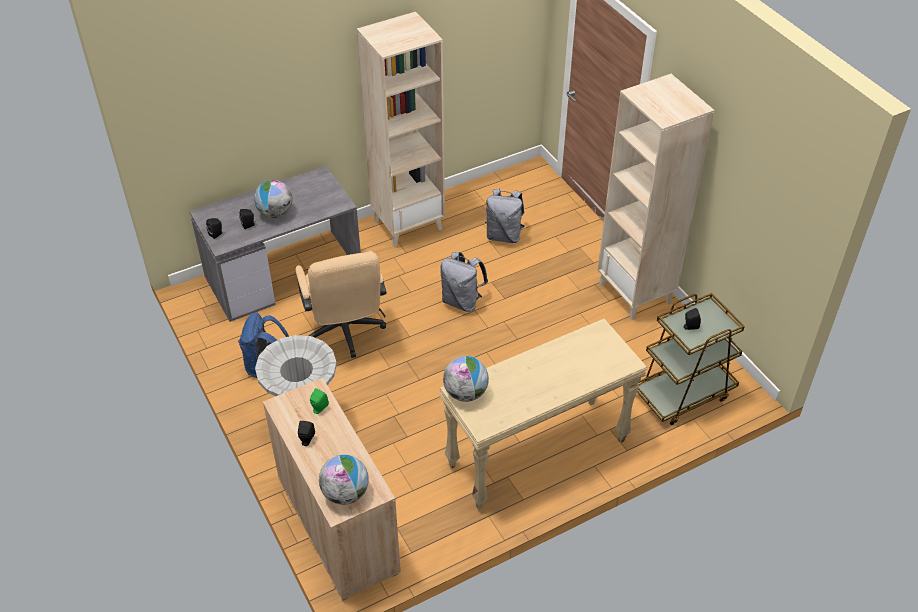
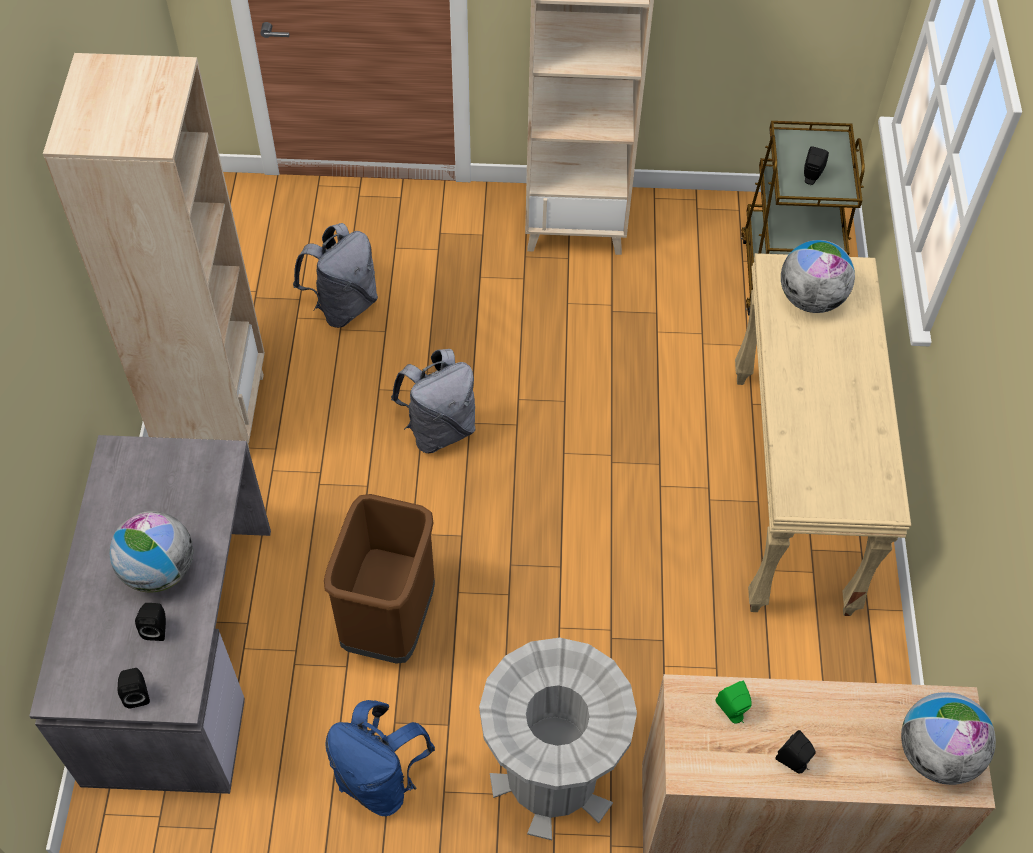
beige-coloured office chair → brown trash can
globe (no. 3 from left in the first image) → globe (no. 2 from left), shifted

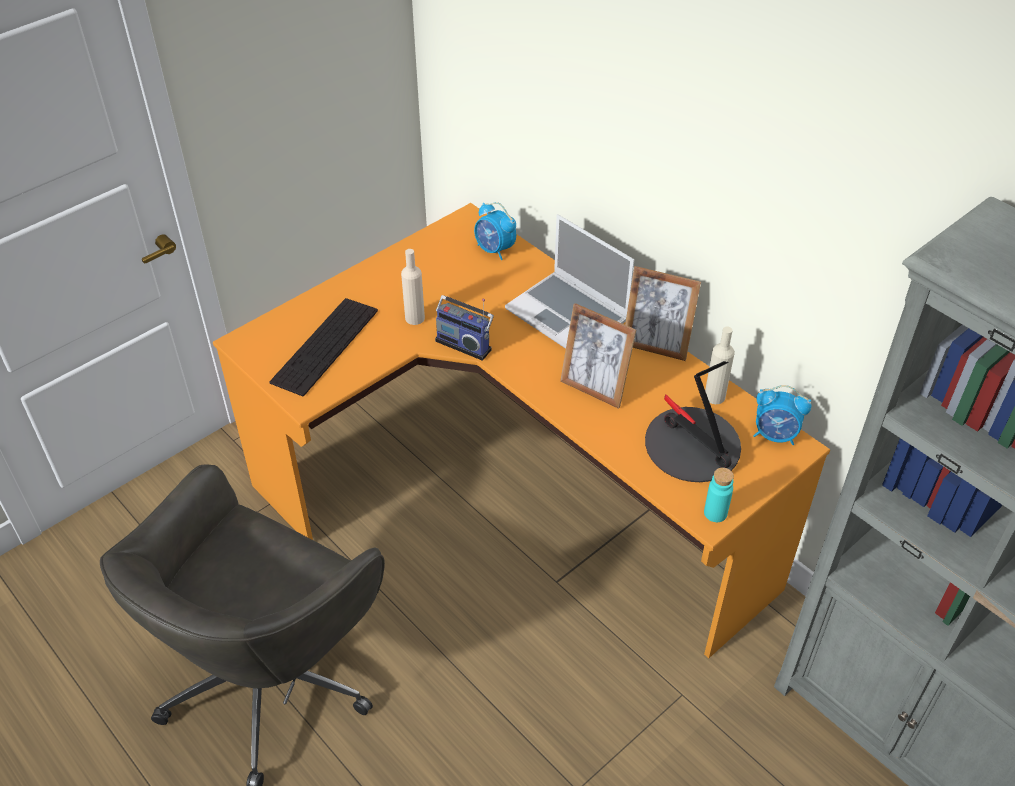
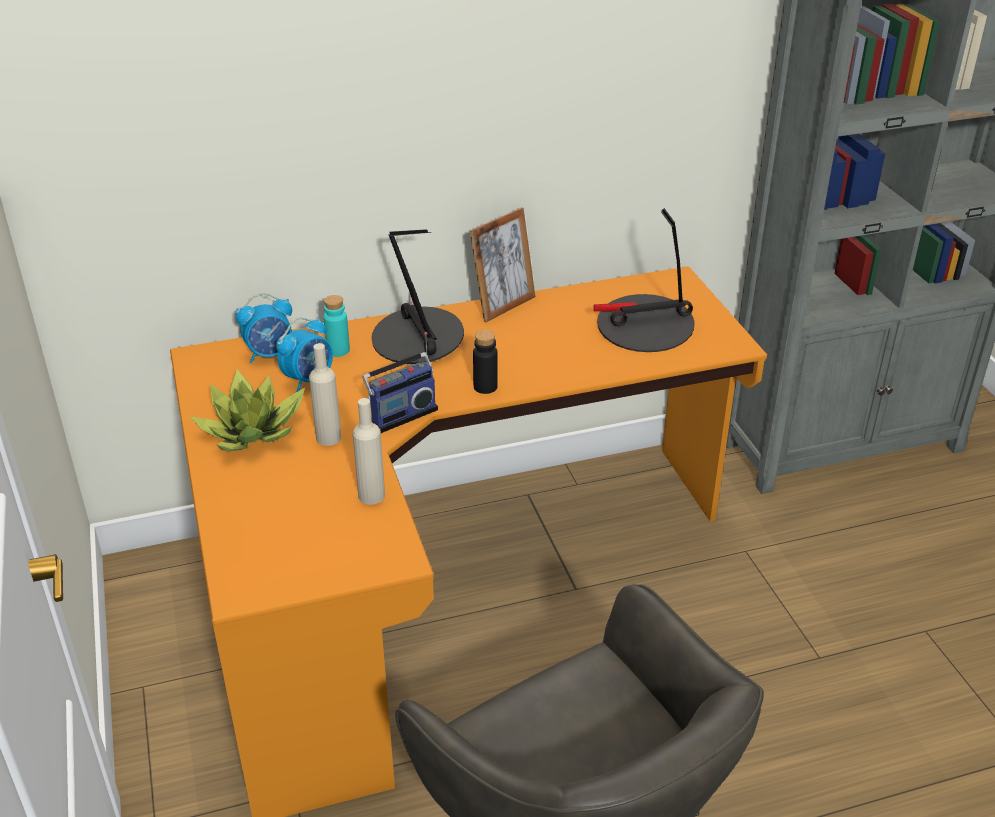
- → houseplant
alarm clock (no. 2 from left), shifted
blue-green beverage bottle, shifted
beige-coloured beverage bottle (no. 2 from left), shifted
laptop → table lamp (no. 1 from left)
- → blackish beverage bottle
keyboard → -
photo frame (no. 1 from left) → -

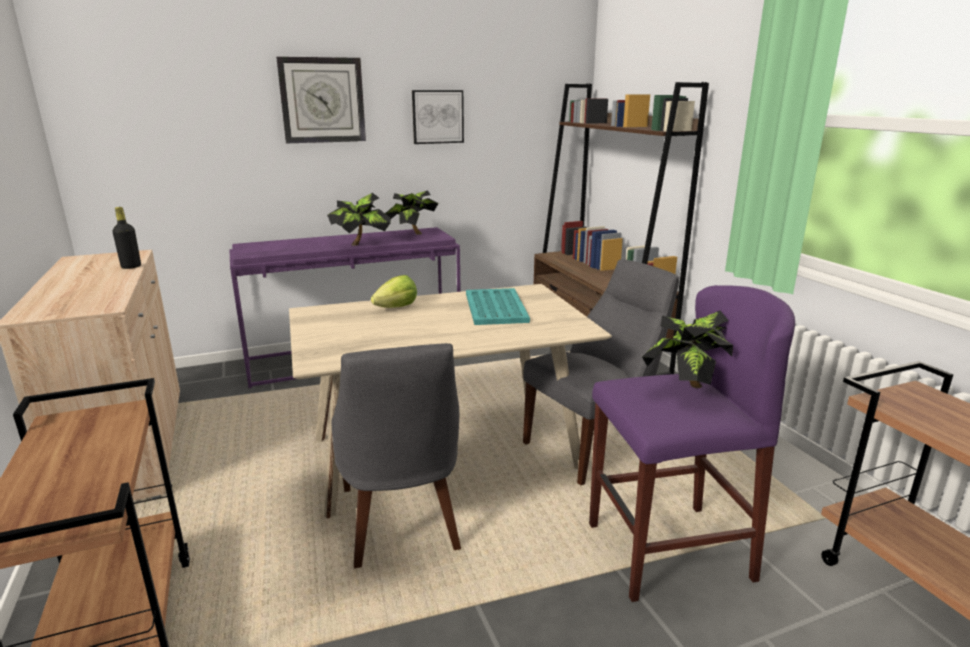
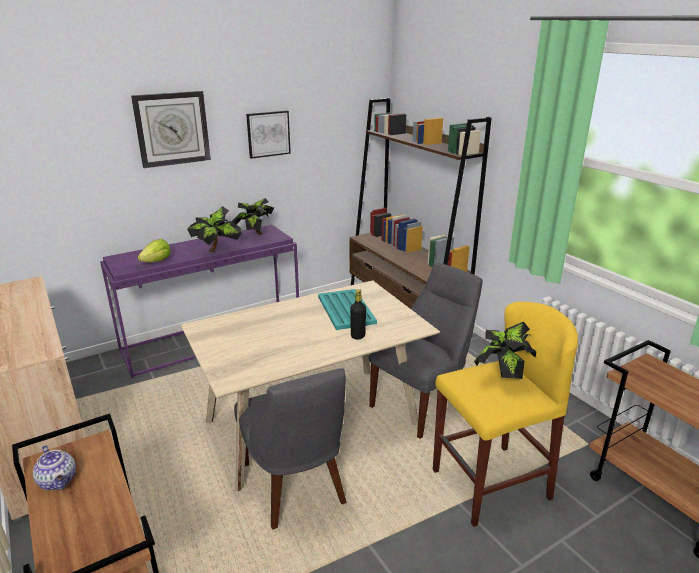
- → pot for tea
lettuce head, shifted
blackish beverage bottle, shifted
purple stool seat → yellow-coloured stool seat

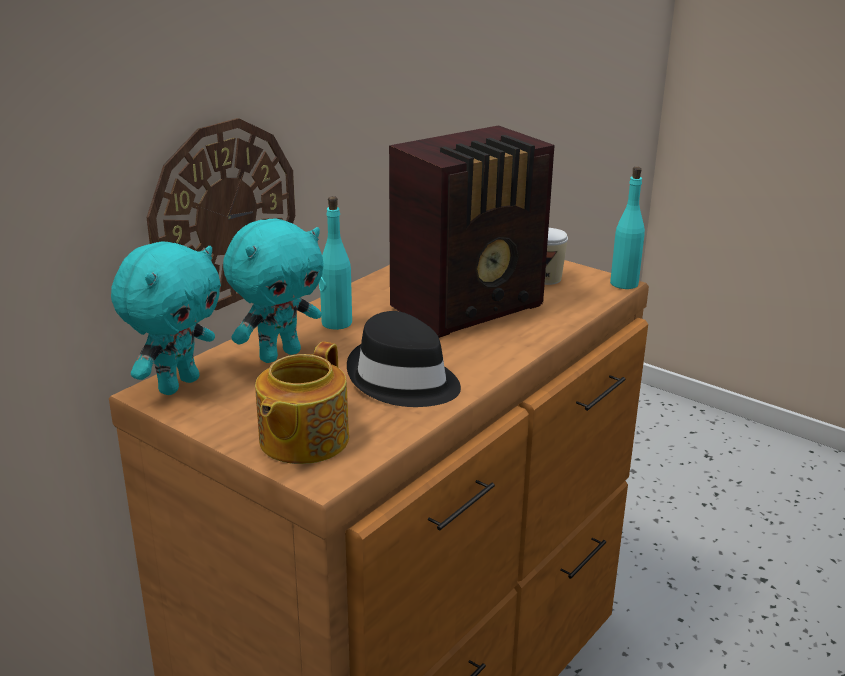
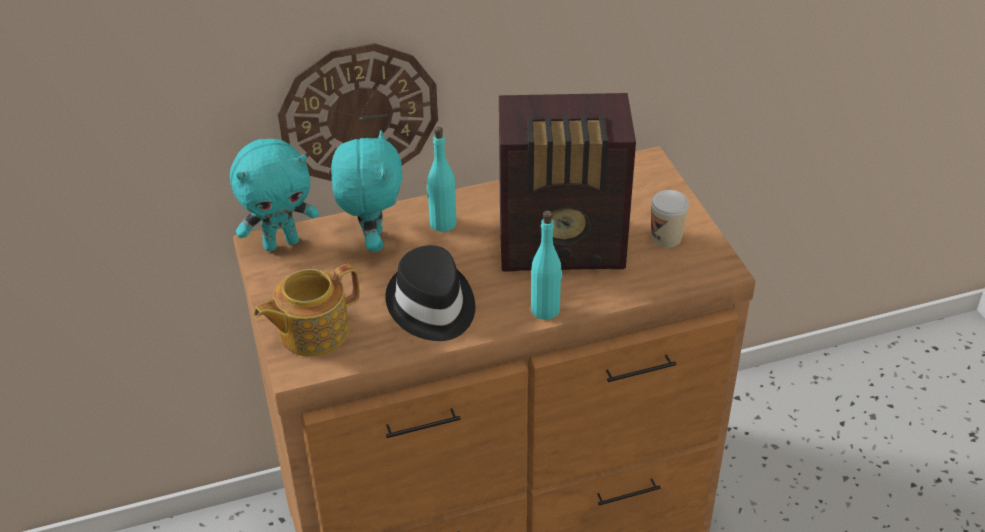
blue-green cuddly toy (no. 2 from left), 90 degrees counterclockwise
blue-green beverage bottle (no. 2 from left), shifted

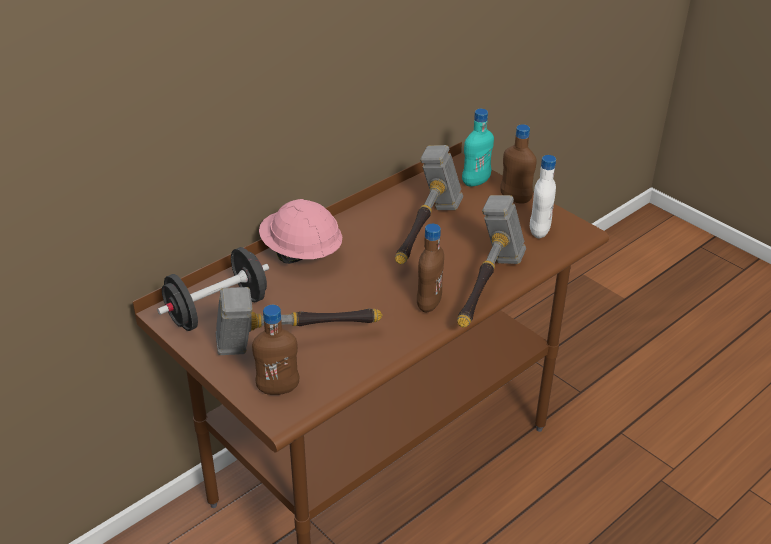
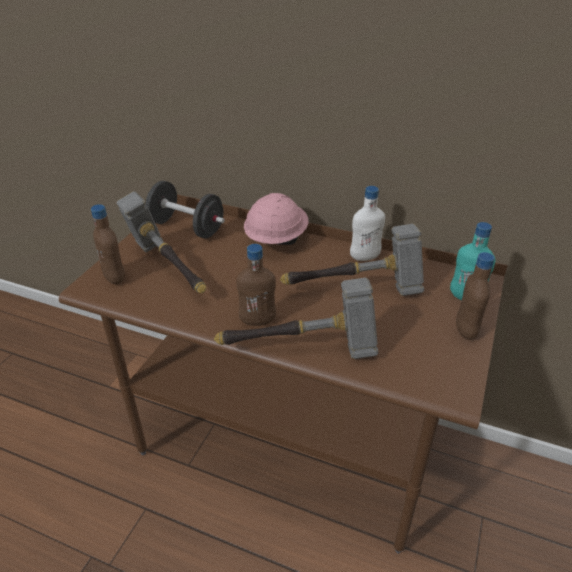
white-coloured beverage bottle, shifted

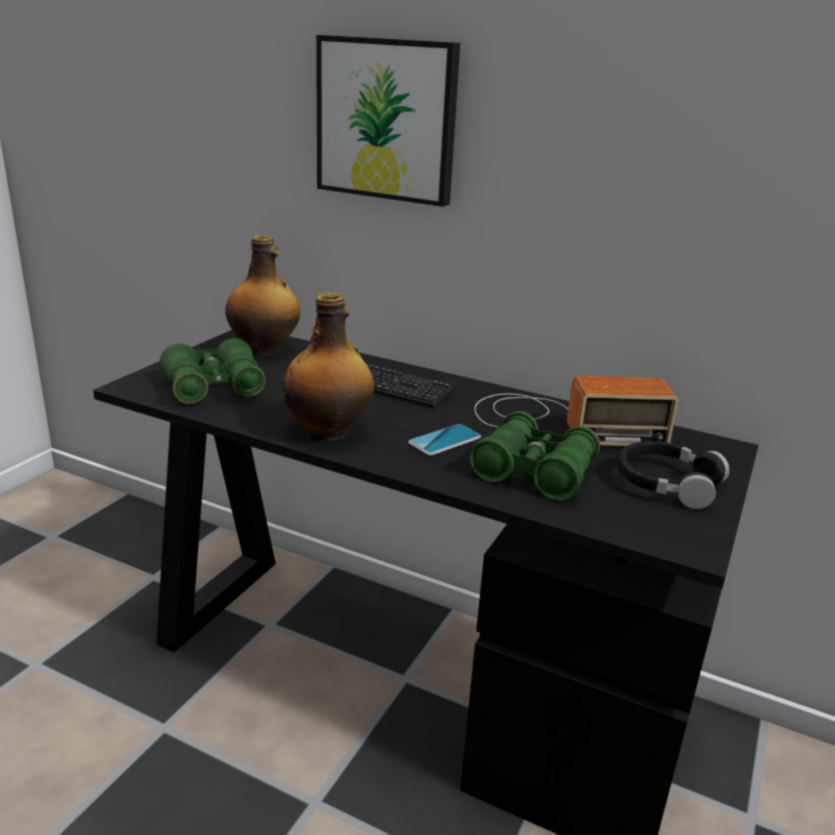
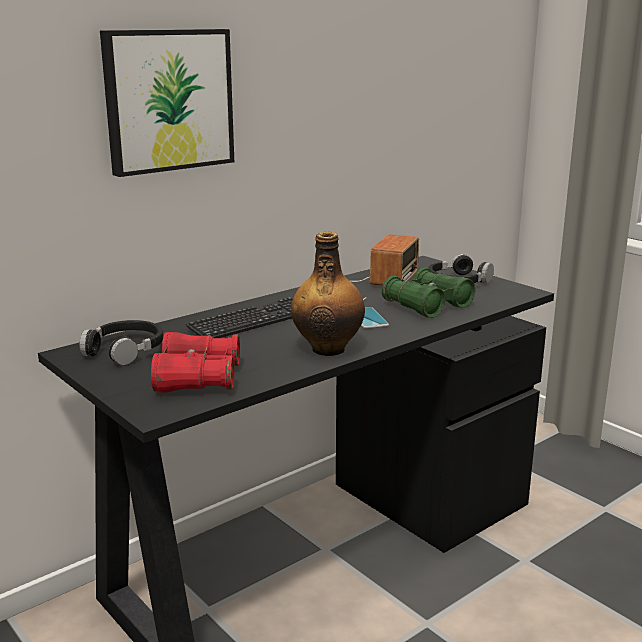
beverage bottle (no. 1 from left) → blackish headphones (no. 1 from left)
green-coloured pair of binoculars (no. 1 from left) → reddish pair of binoculars

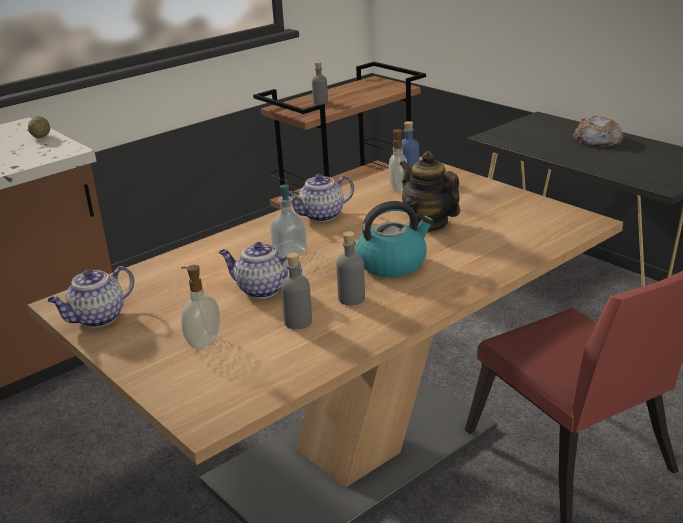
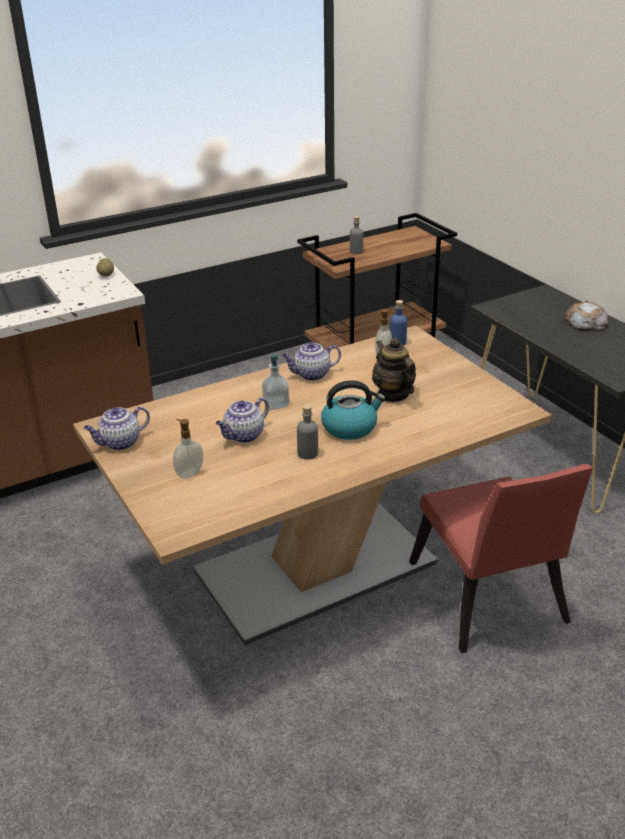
pot for tea (no. 2 from left), 75 degrees counterclockwise
gray beverage bottle (no. 1 from left) → -

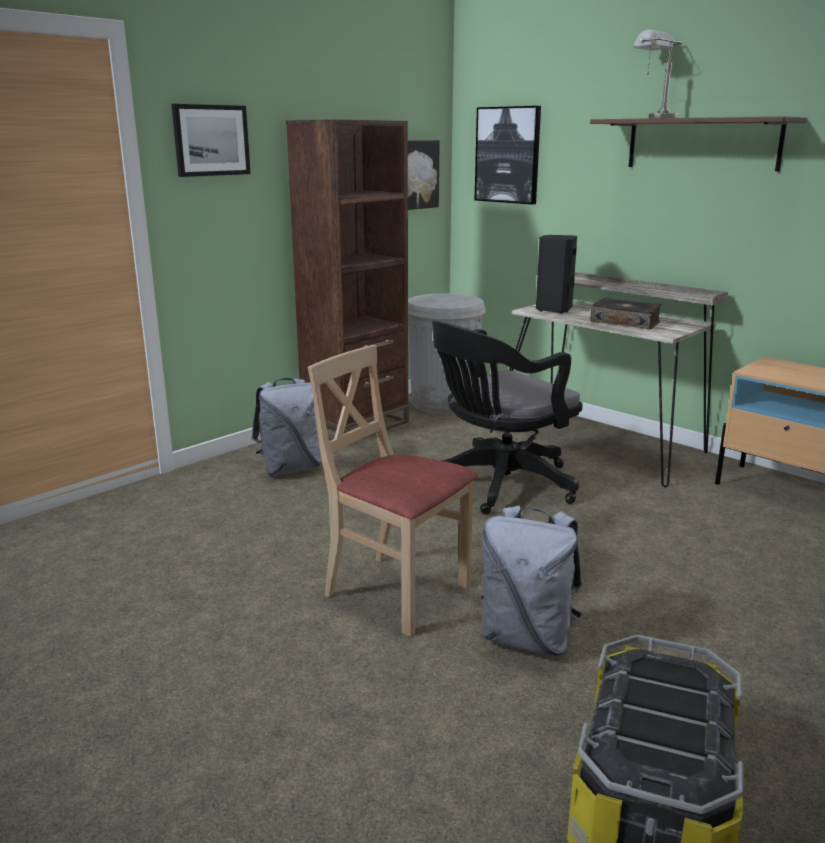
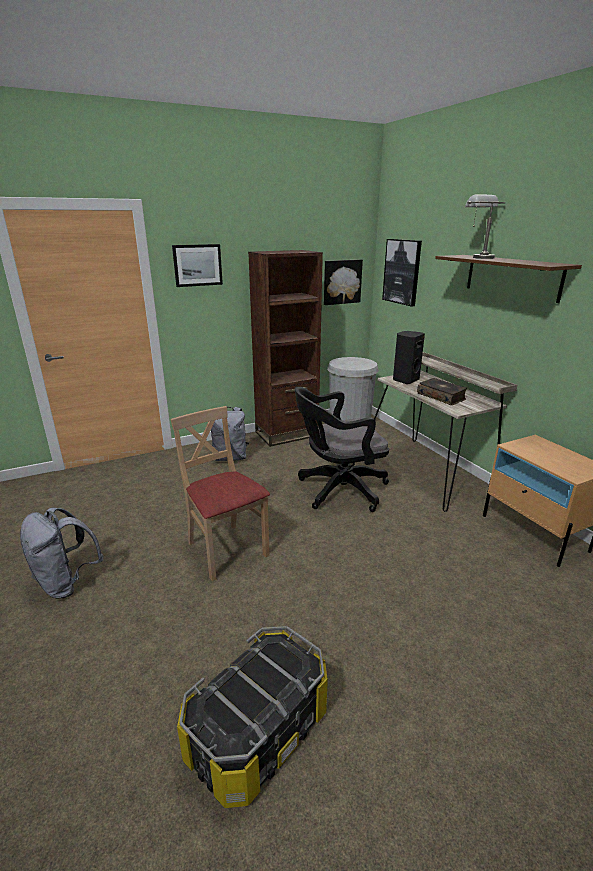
gray backpack (no. 2 from left in the first image) → gray backpack (no. 1 from left), shifted

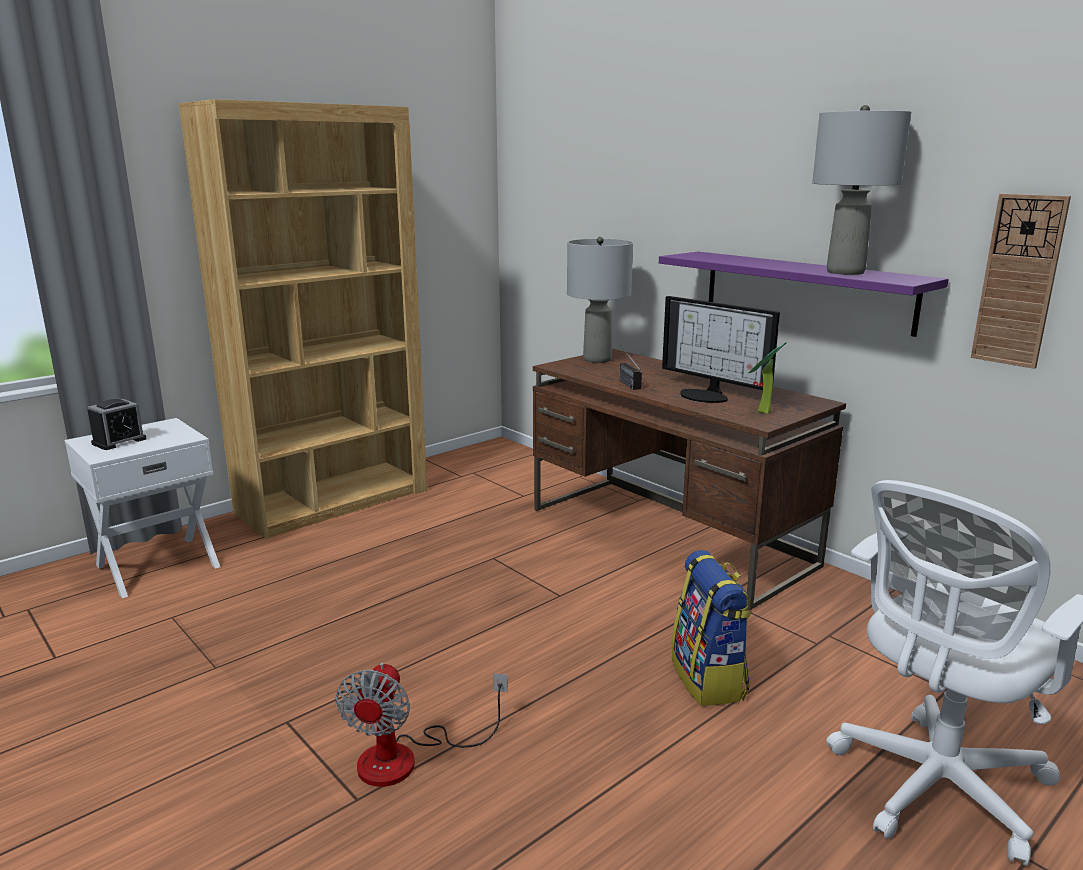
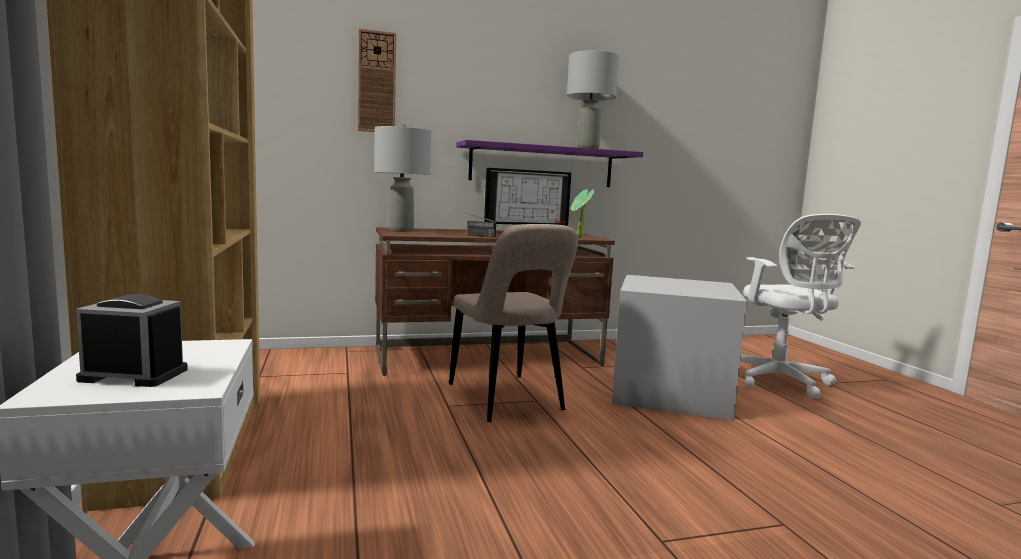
alarm clock, 60 degrees counterclockwise
hanging clock, shifted
- → beige-coloured upright chair
backpack → gray storage bin
fan → -

